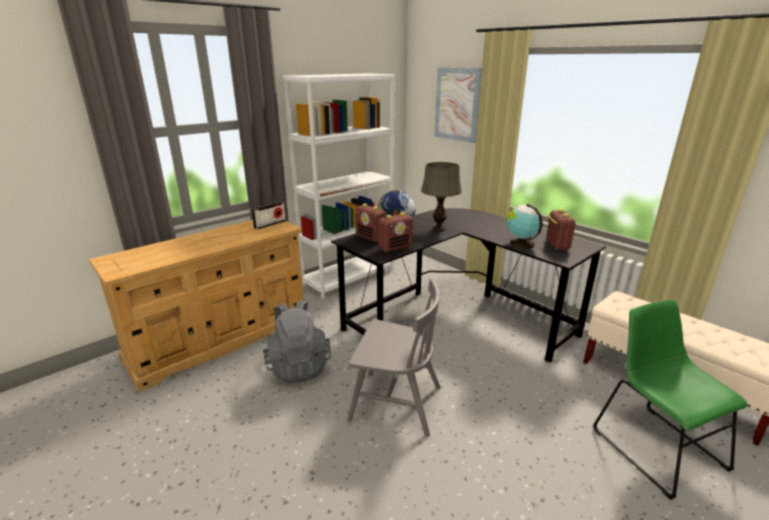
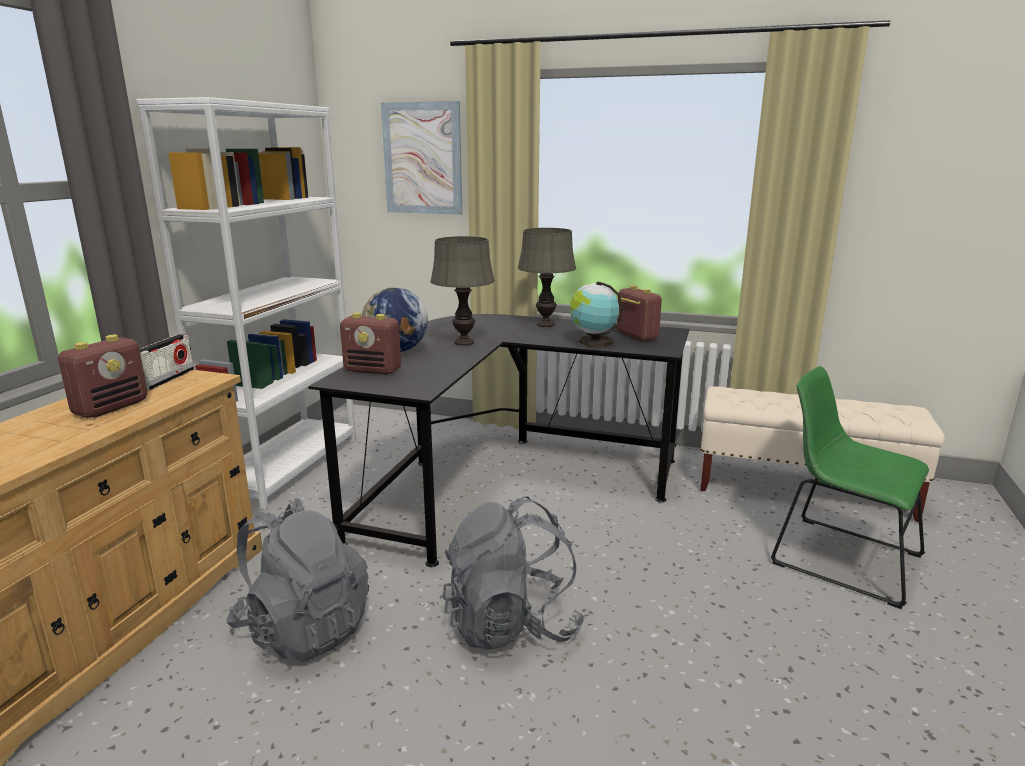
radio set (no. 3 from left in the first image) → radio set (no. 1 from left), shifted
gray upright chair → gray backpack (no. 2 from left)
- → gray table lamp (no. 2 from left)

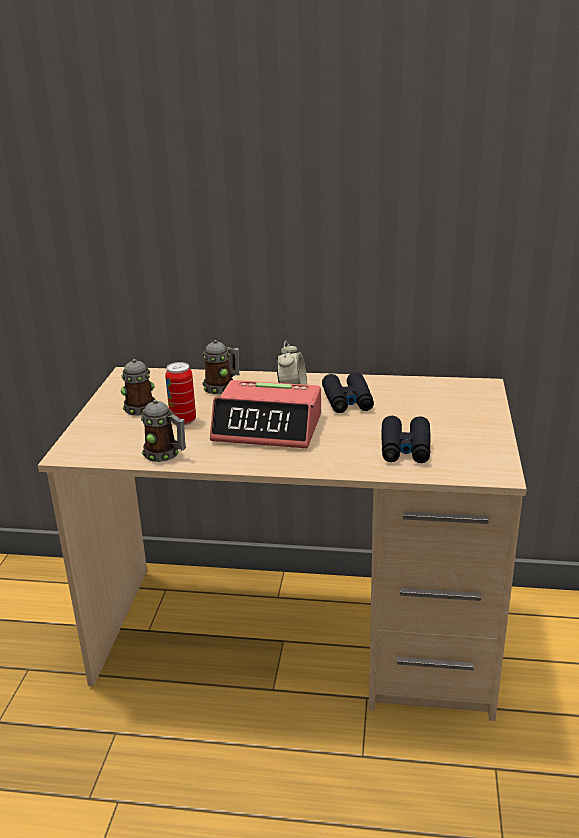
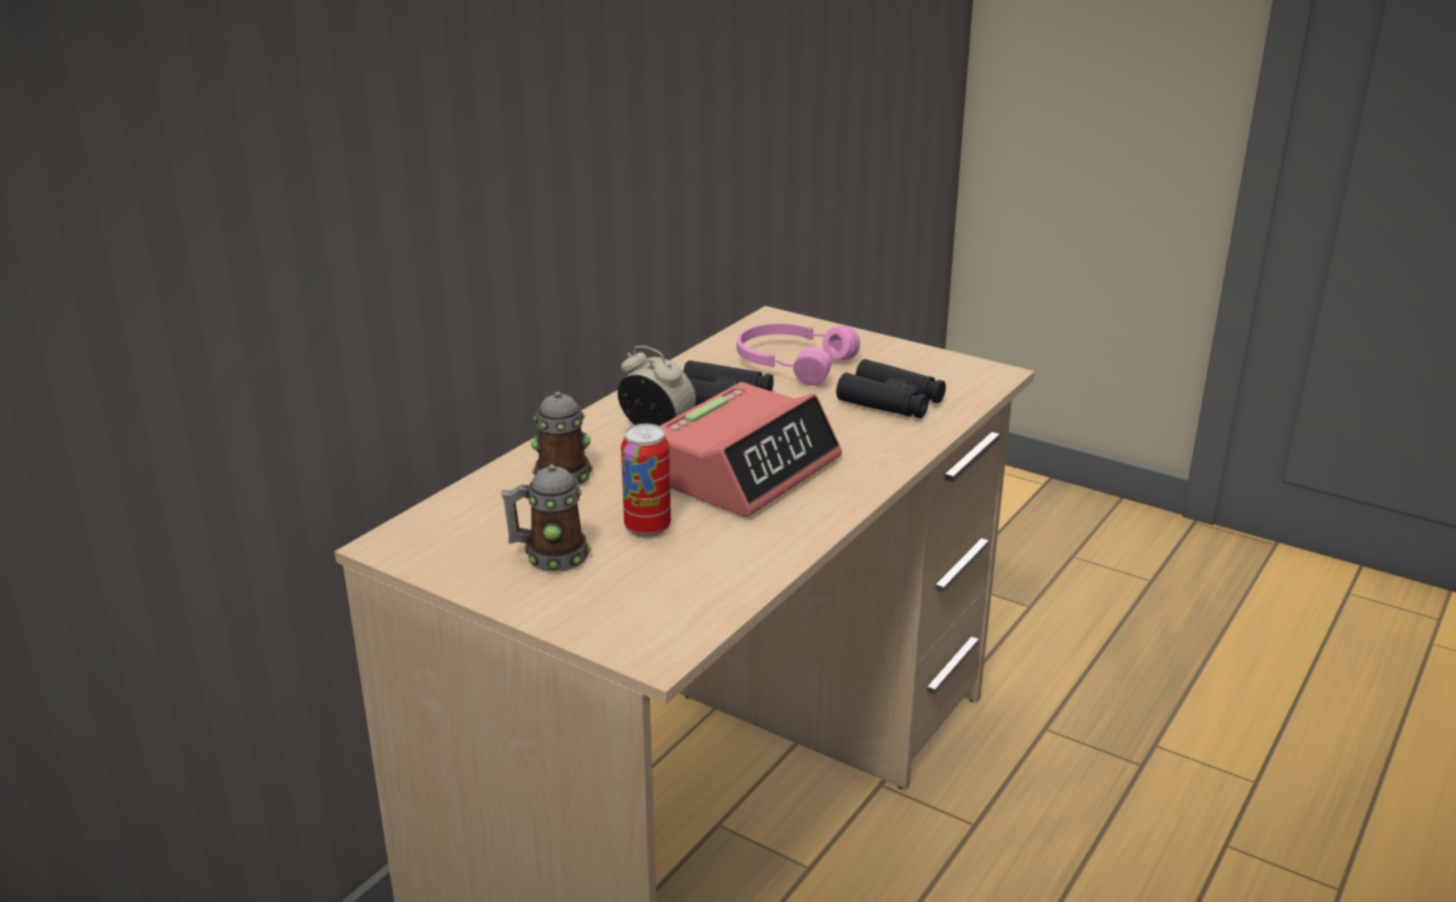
- → pink headphones
coffee mug (no. 2 from left) → -

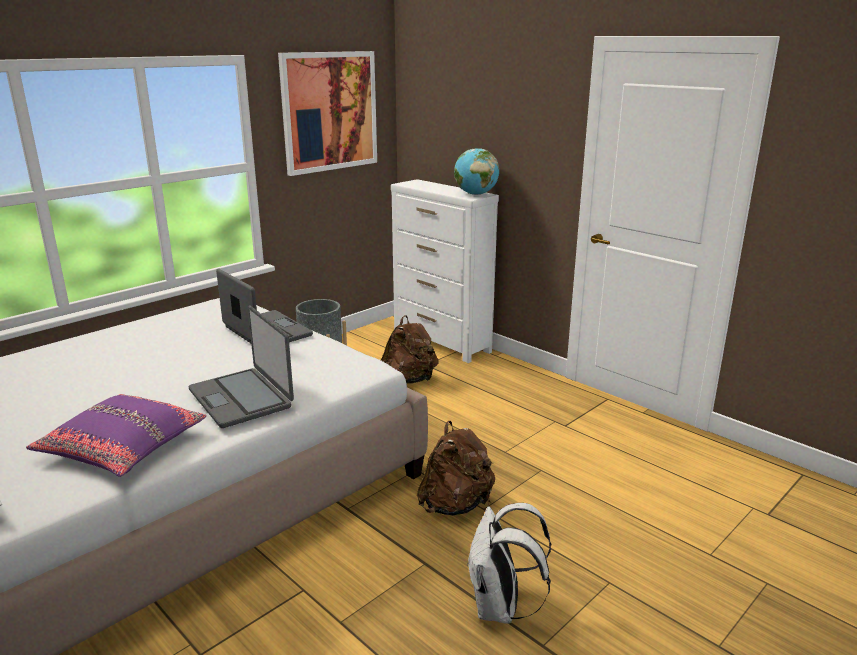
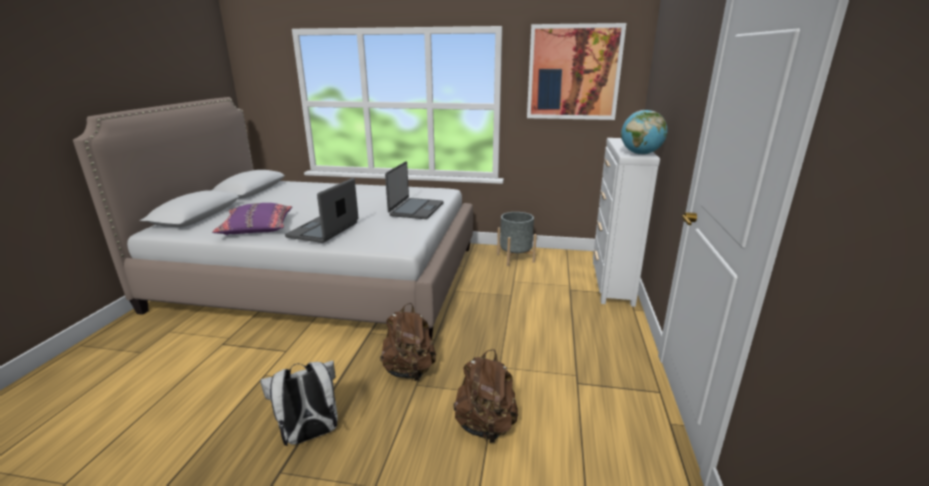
brown backpack (no. 1 from left in the first image) → brown backpack (no. 2 from left), shifted

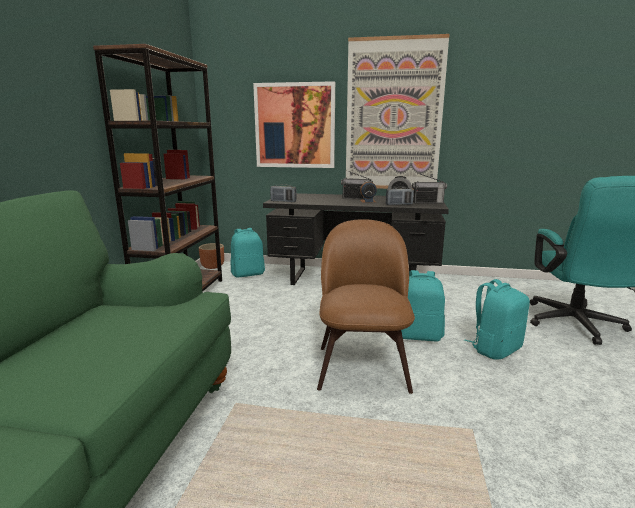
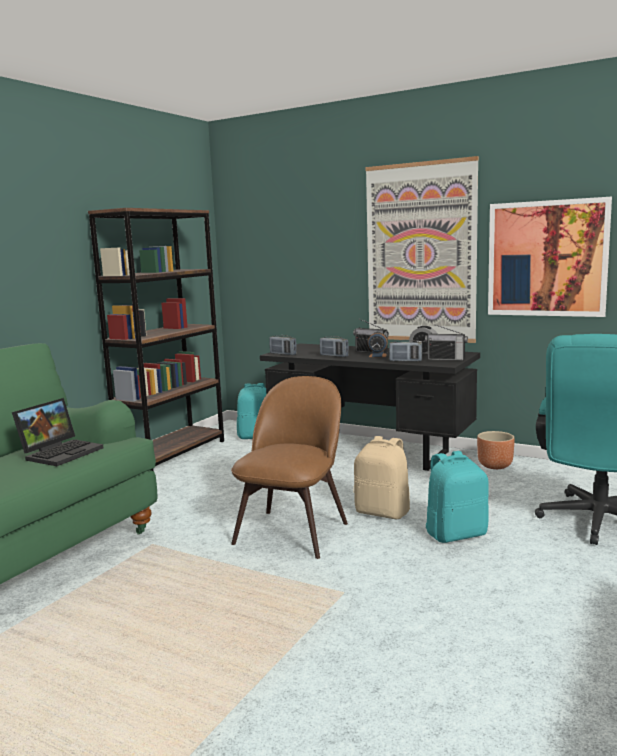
- → laptop
- → radio set (no. 2 from left)
blue-green backpack (no. 2 from left) → beige-coloured backpack
brown planter, shifted
wall picture (no. 1 from left in the first image) → wall picture (no. 2 from left), shifted

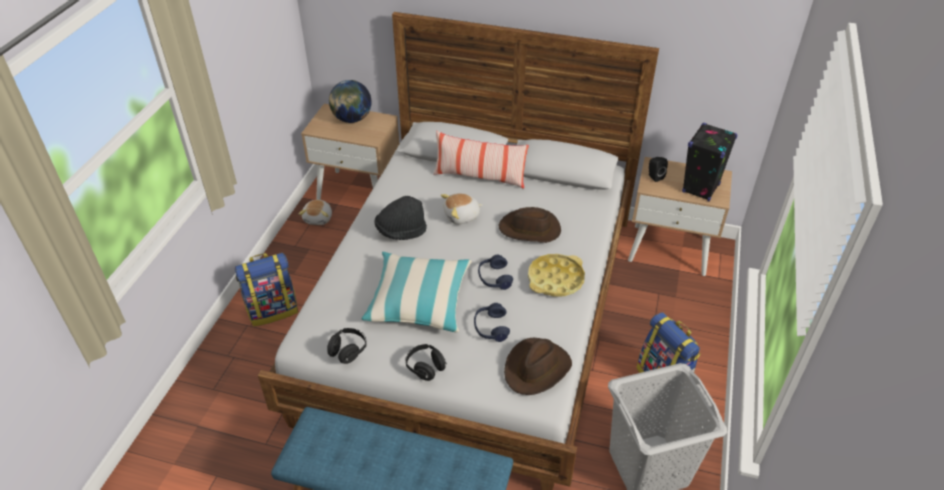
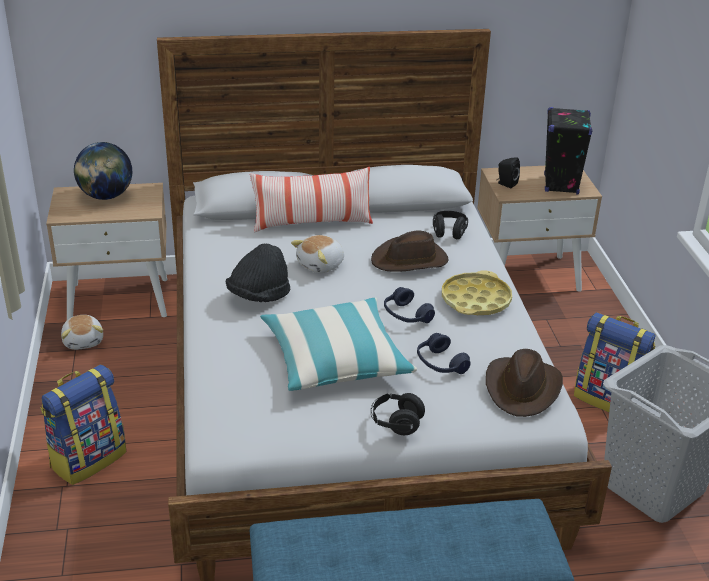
blackish headphones (no. 1 from left in the first image) → blackish headphones (no. 2 from left), shifted

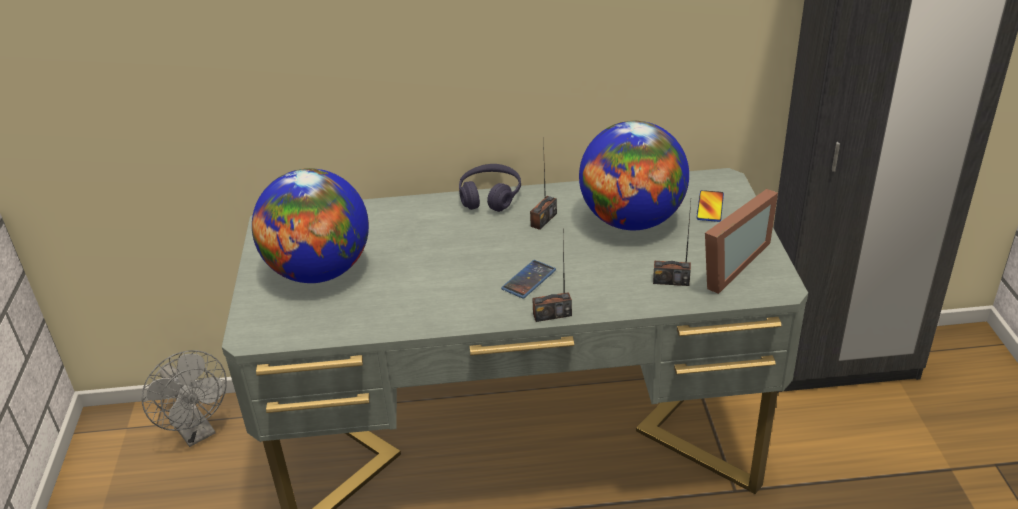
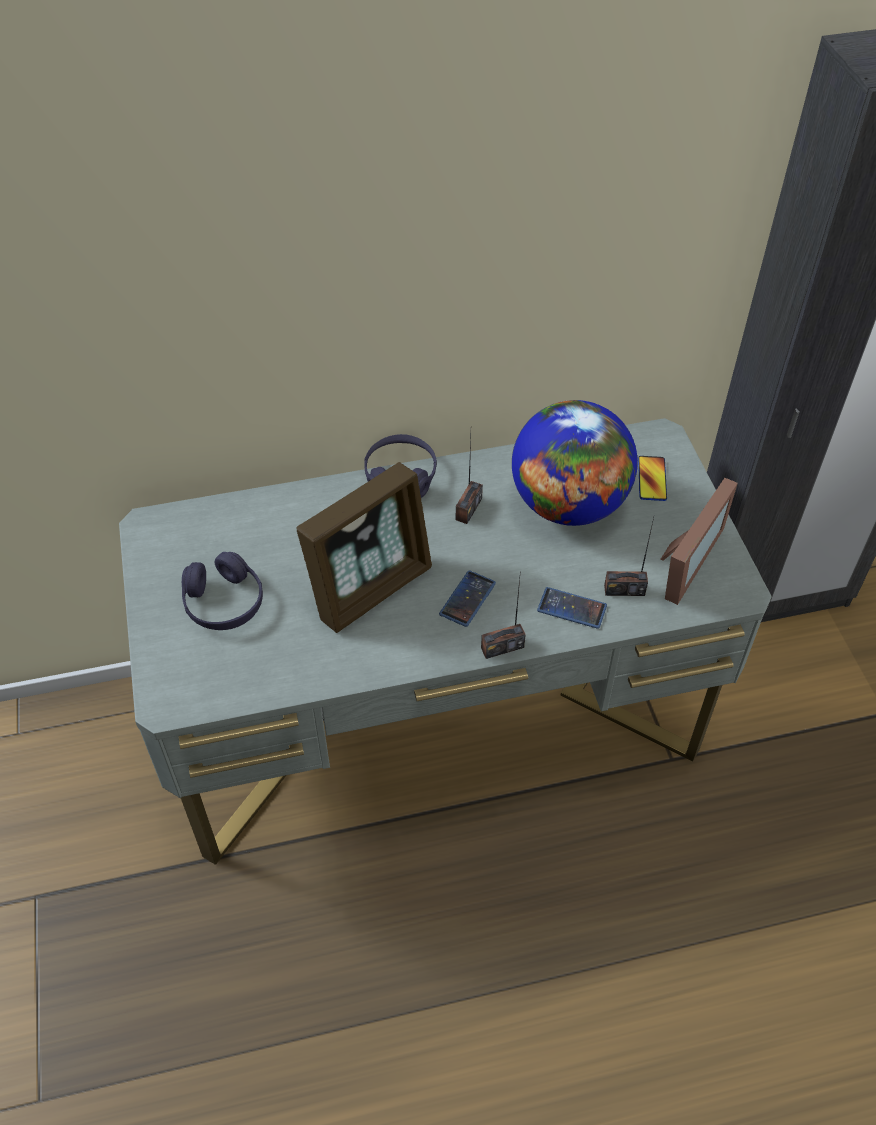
globe (no. 1 from left) → purple headphones (no. 1 from left)
- → photo frame (no. 1 from left)
- → phone (no. 2 from left)
gray fan → -

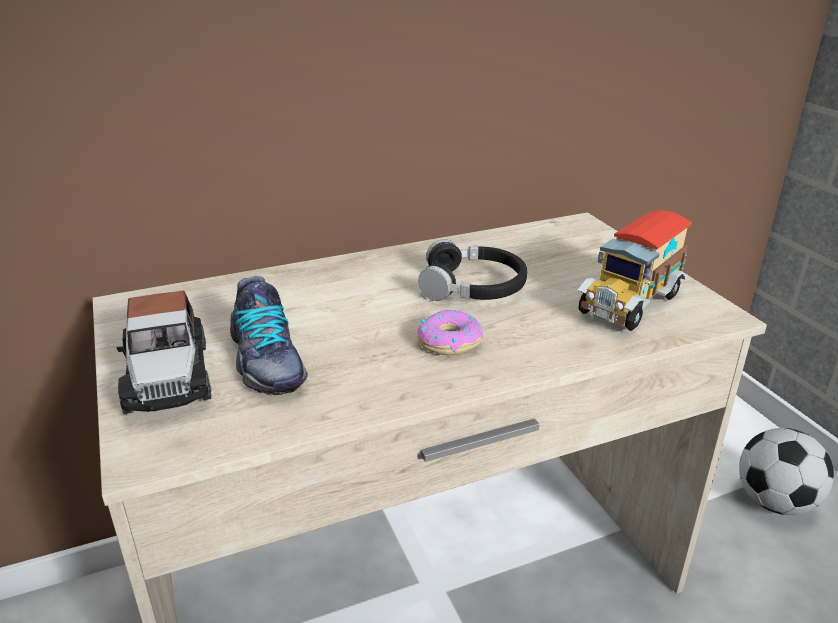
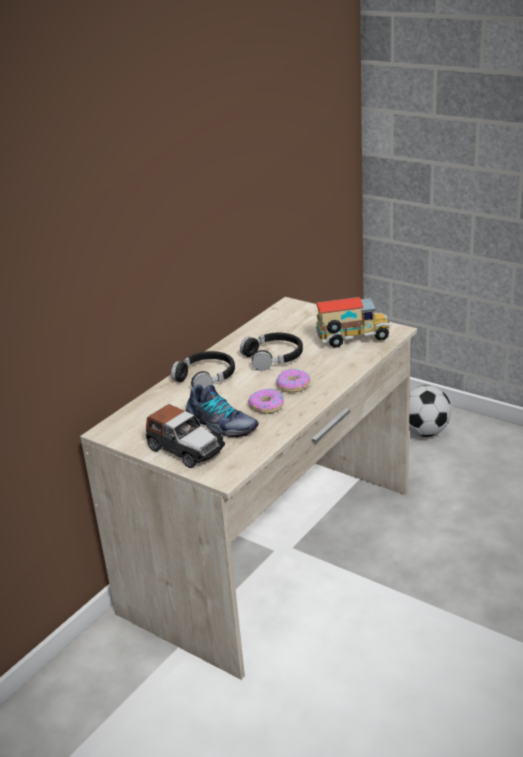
- → blackish headphones (no. 1 from left)
- → doughnut (no. 1 from left)
model truck, 105 degrees counterclockwise

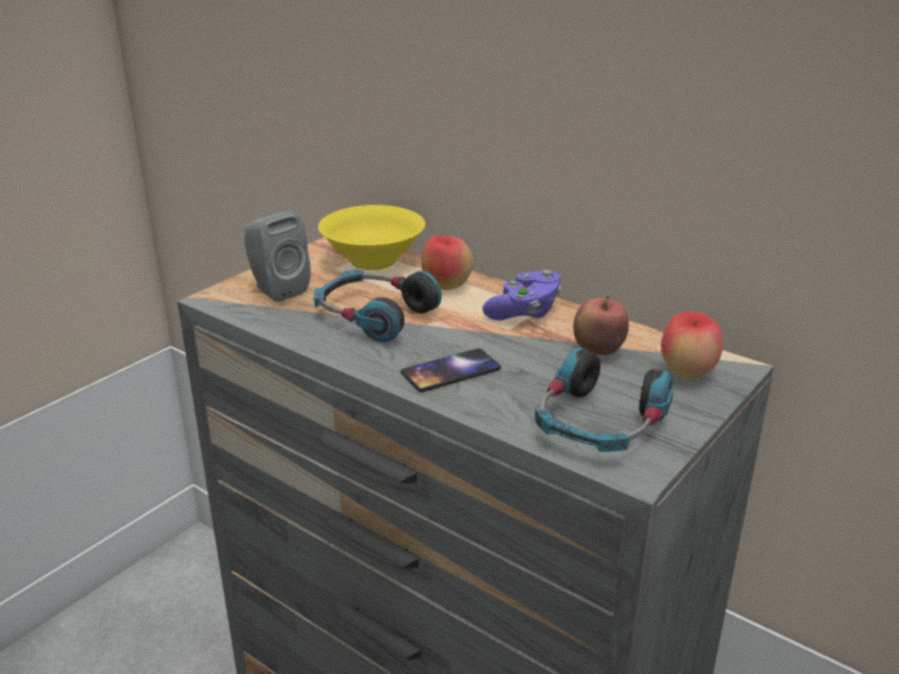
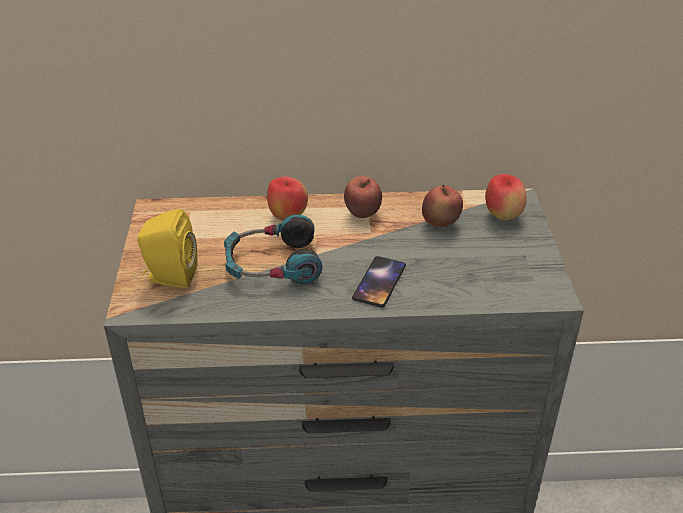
gray loudspeaker → yellow-coloured loudspeaker
purple gamepad → apple (no. 2 from left)
yellow-coloured deep dish → -
headphones (no. 2 from left) → -

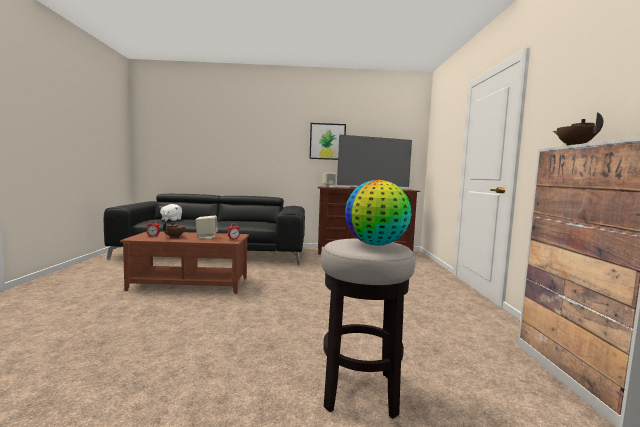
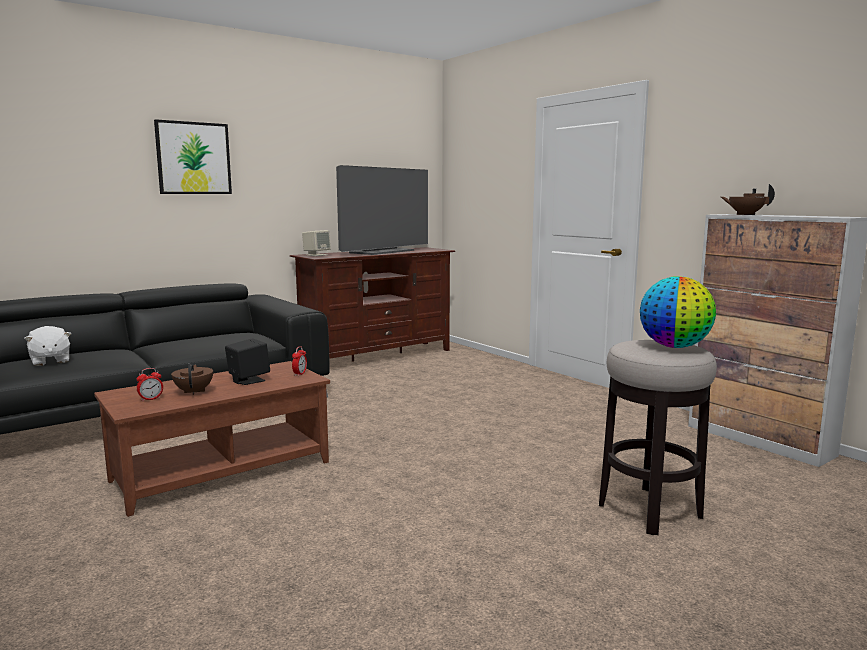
wall picture, shifted
beige-coloured loudspeaker (no. 1 from left) → blackish loudspeaker

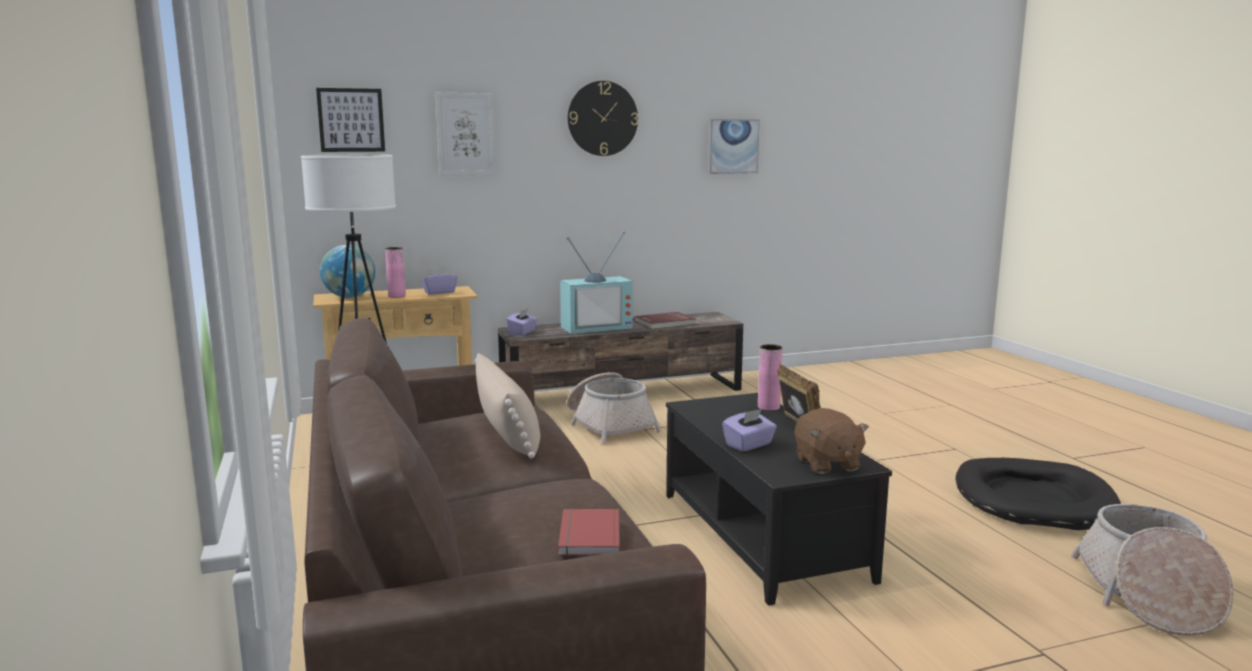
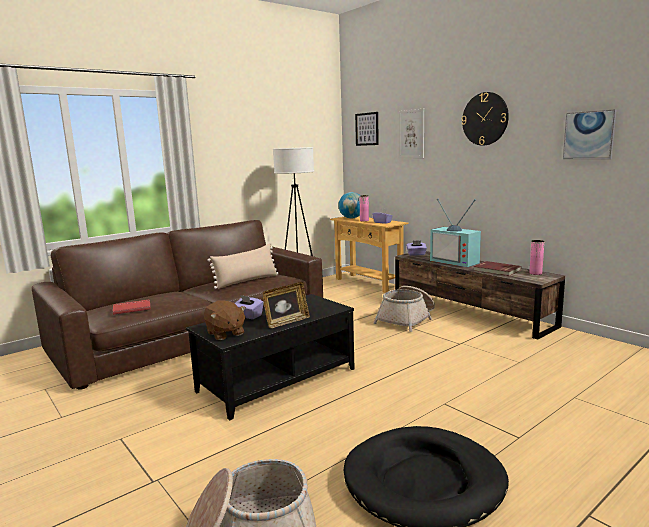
brown cuddly toy, 90 degrees counterclockwise
pink decorative vase (no. 2 from left), shifted

